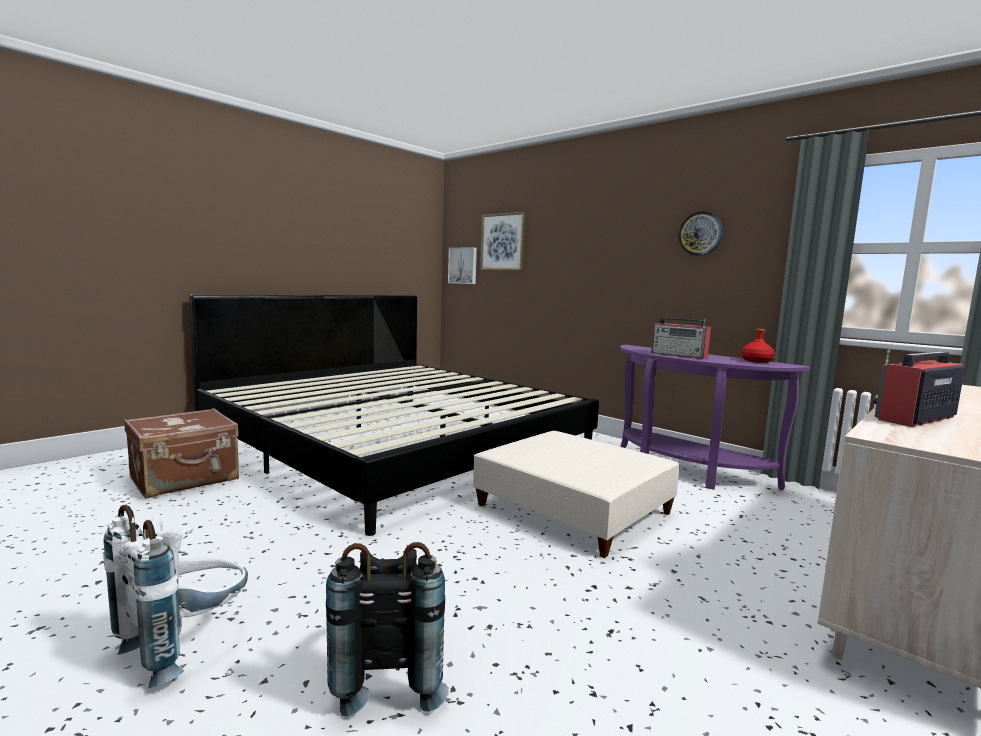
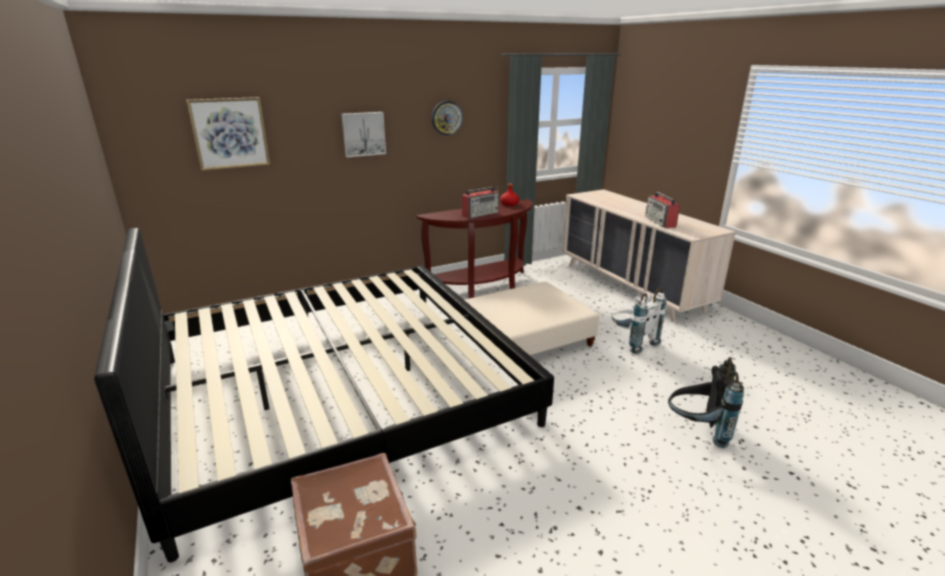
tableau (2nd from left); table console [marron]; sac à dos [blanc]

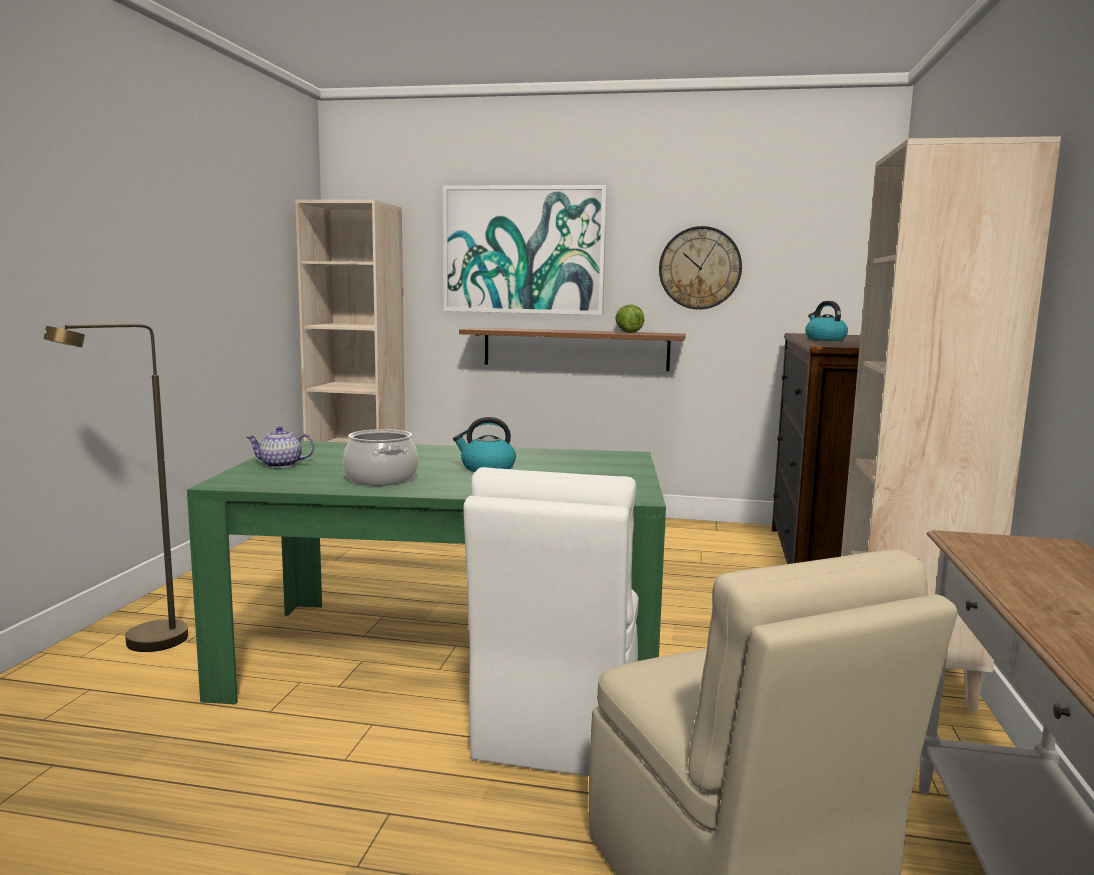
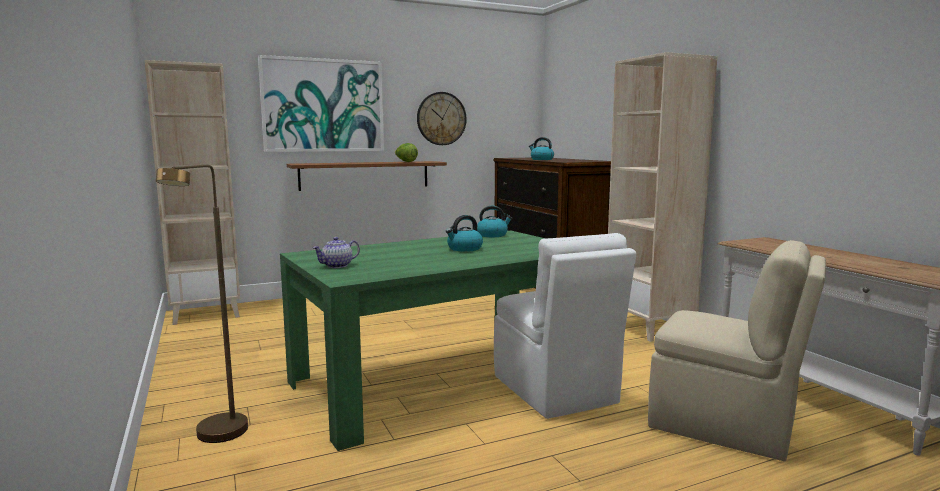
bouilloire (2nd from left); marmite

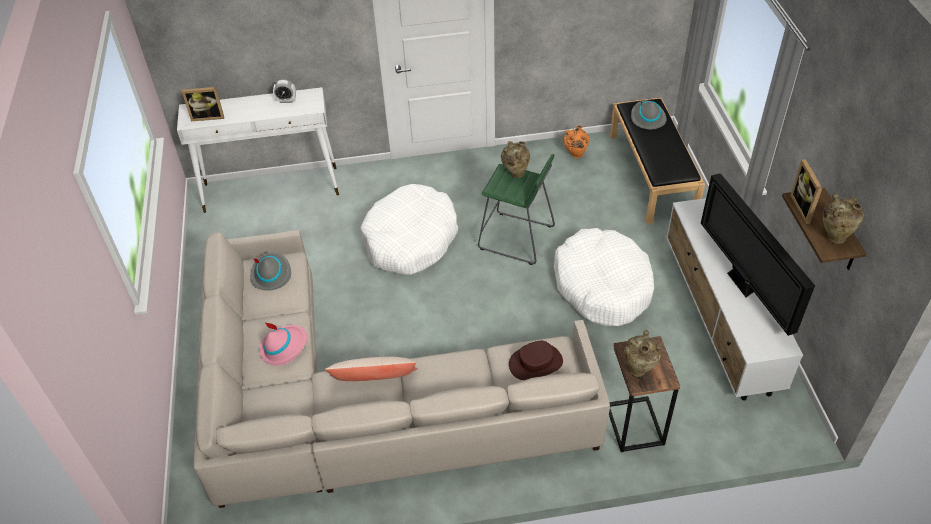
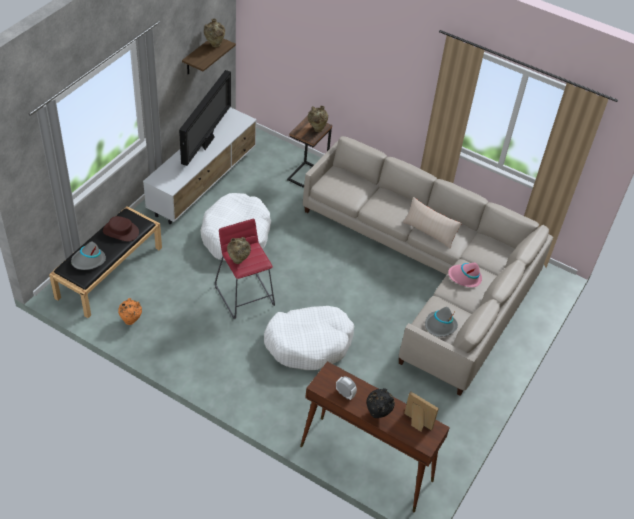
chapeau [marron]; tabouret [rouge]; table console [marron]; vase [noir]; cadre photo (2nd from left in the first image)

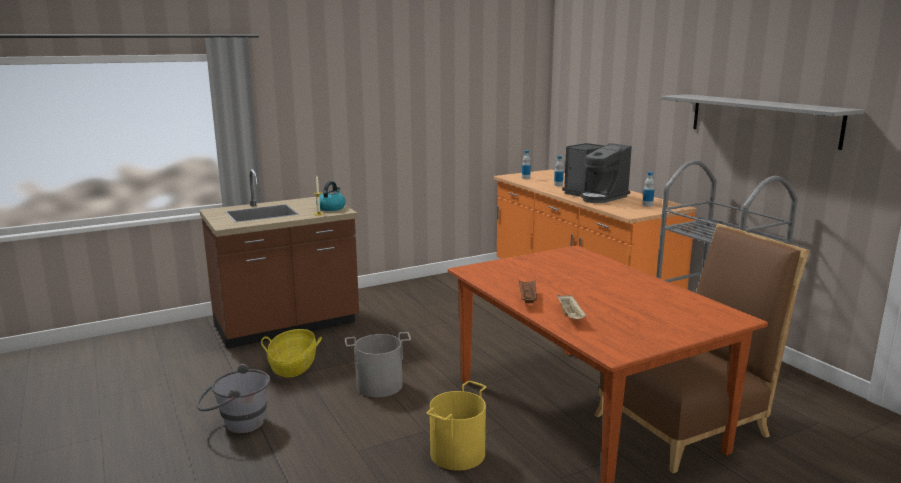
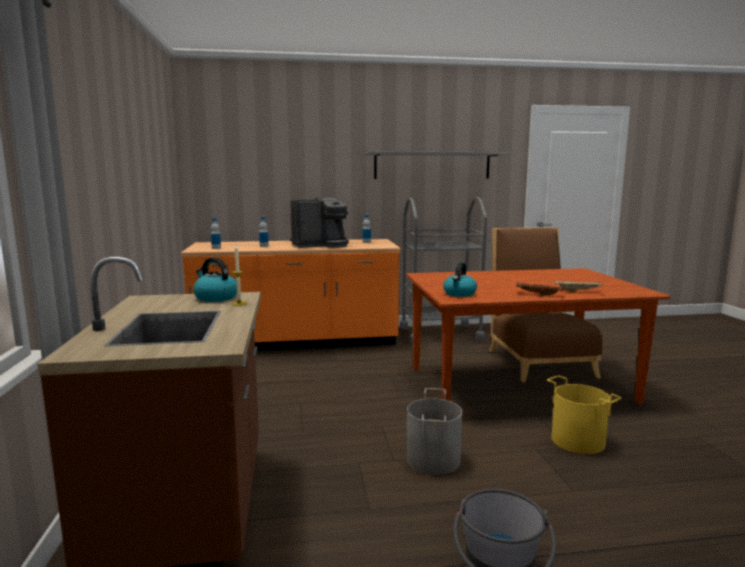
bouilloire (2nd from left); panier

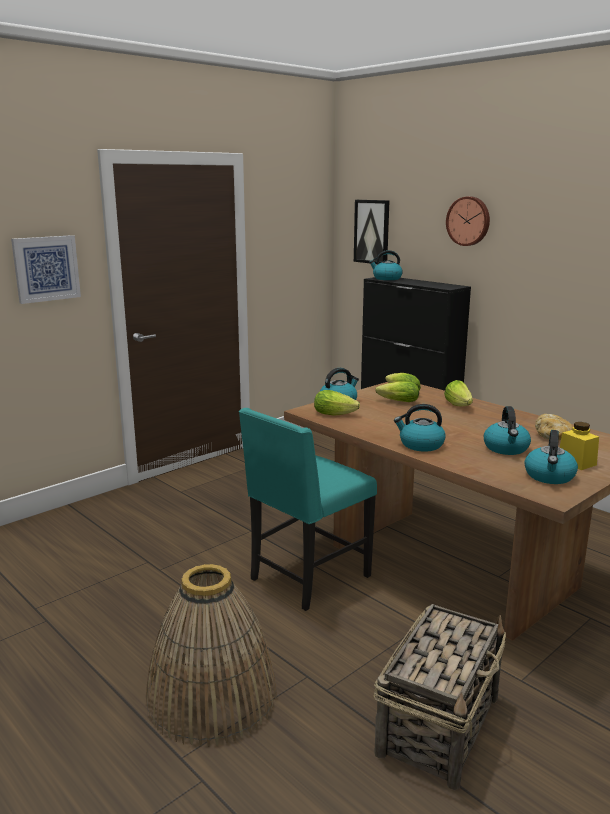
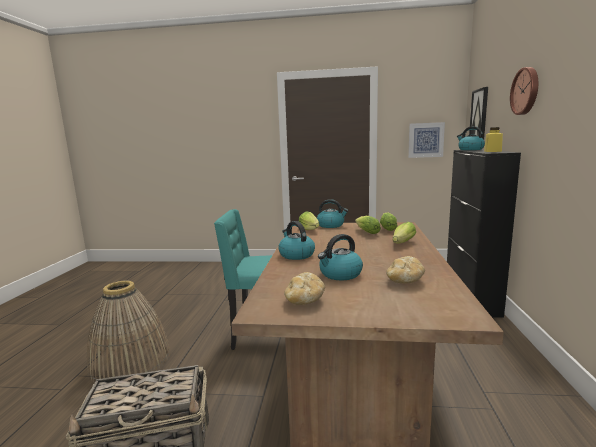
pain (1st from left); tableau (1st from left); bocal [jaune]

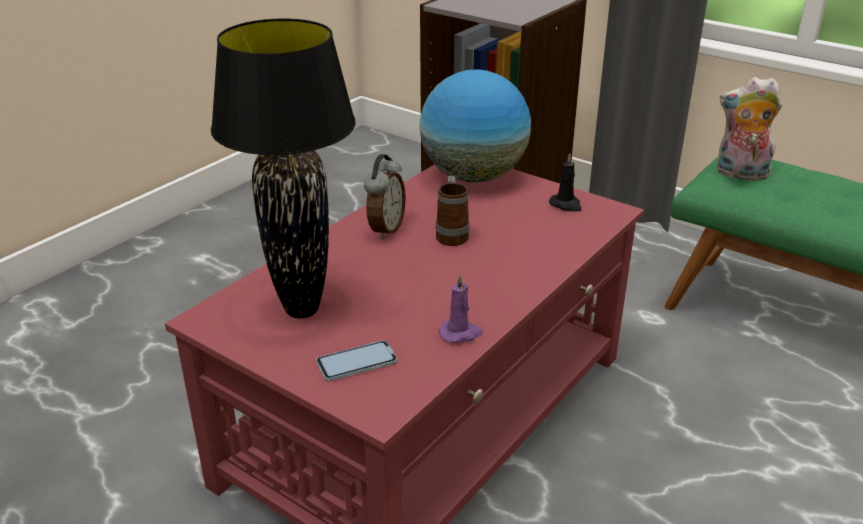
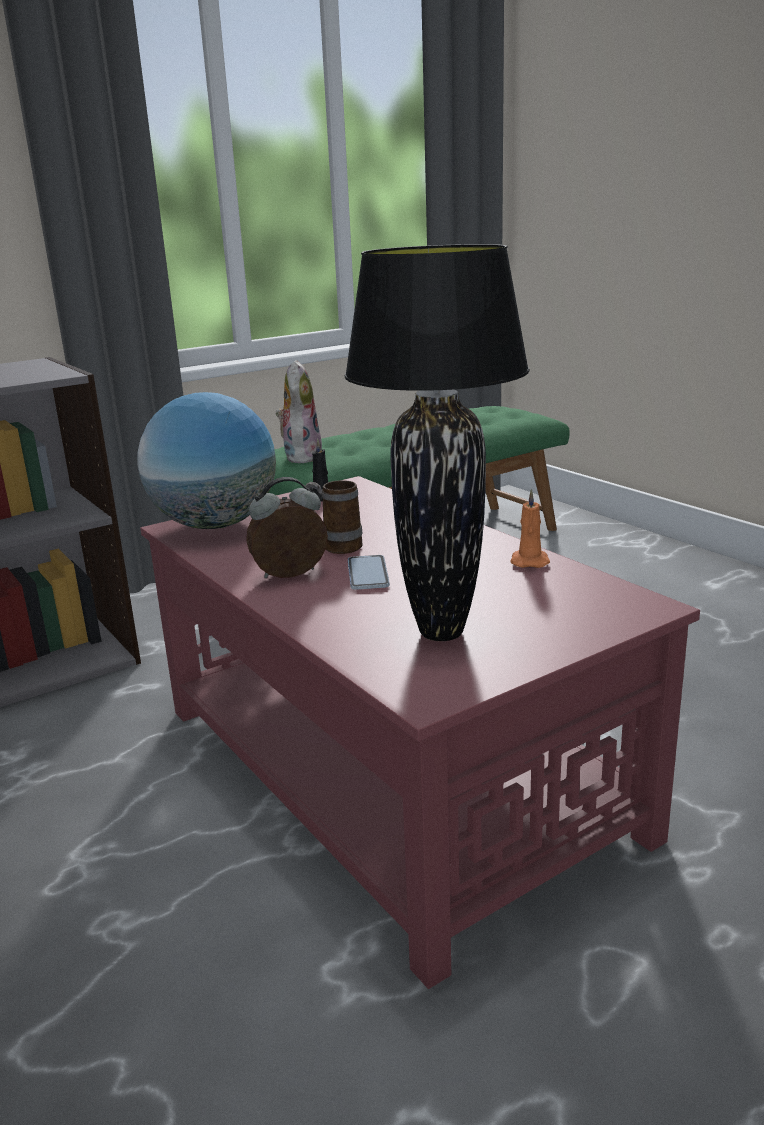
réveil; peluche; téléphone; bougie [orange]

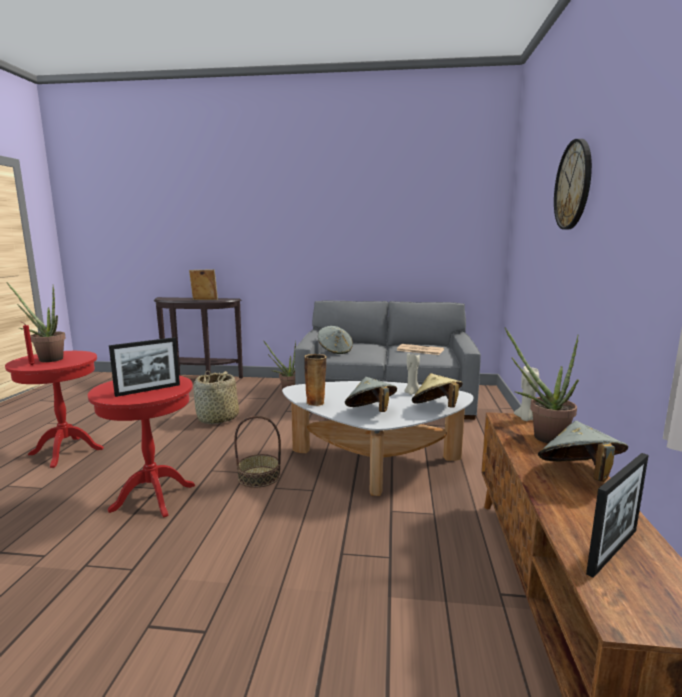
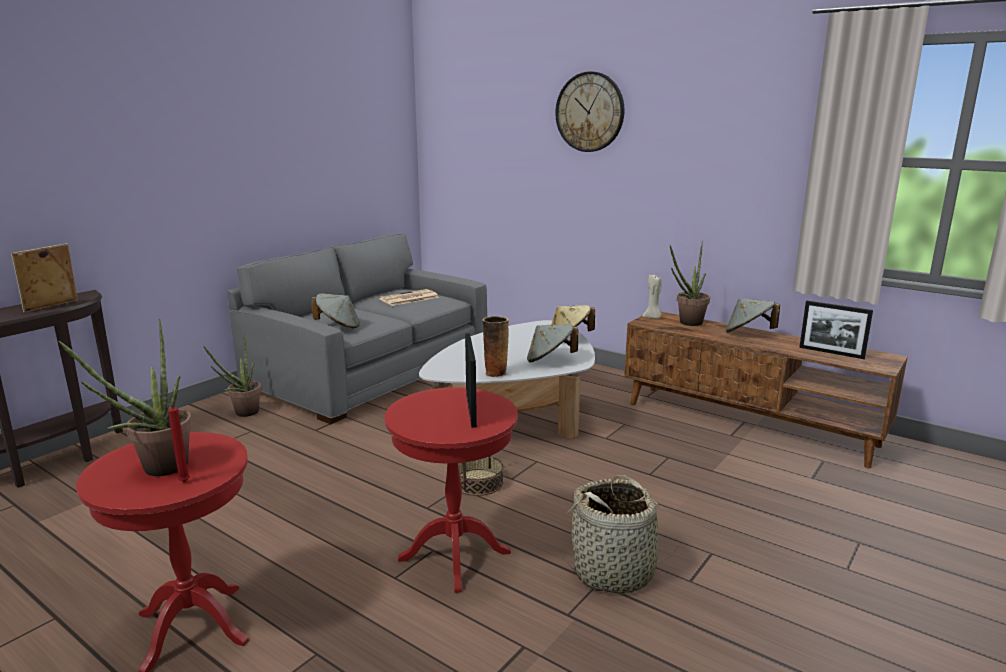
panier (2nd from left); cadre photo (3rd from left); bougie [beige] (1st from left in the first image)

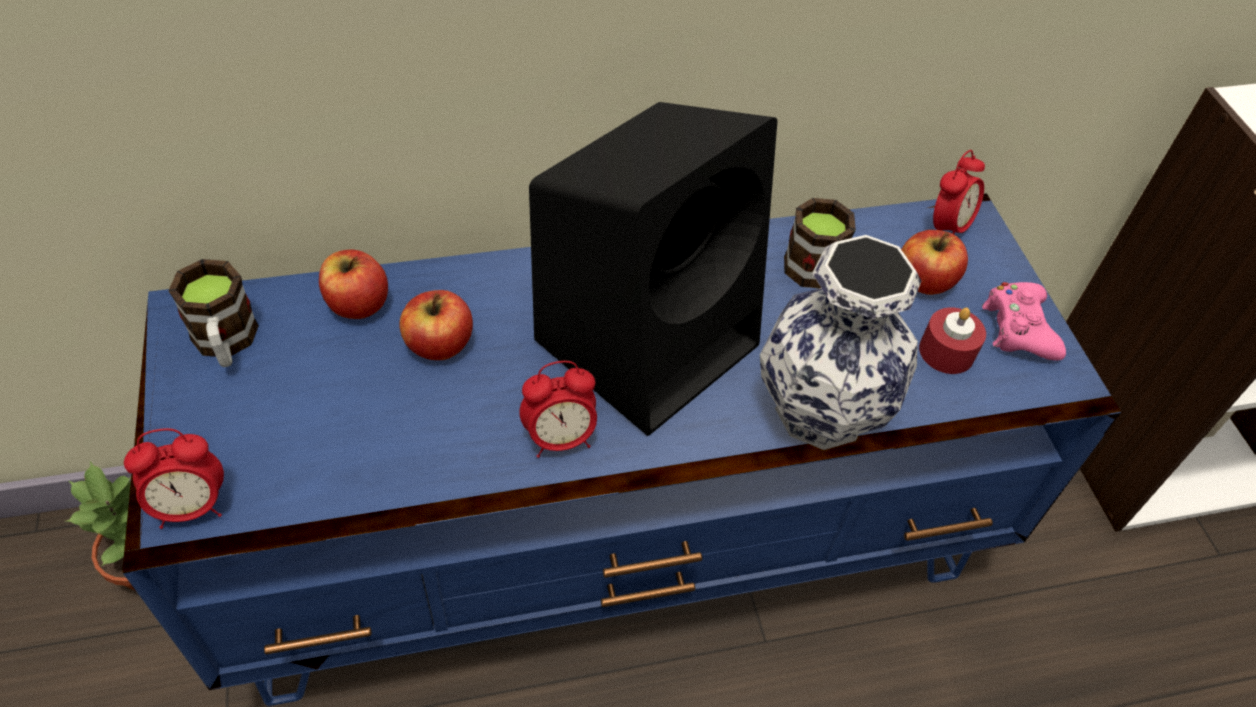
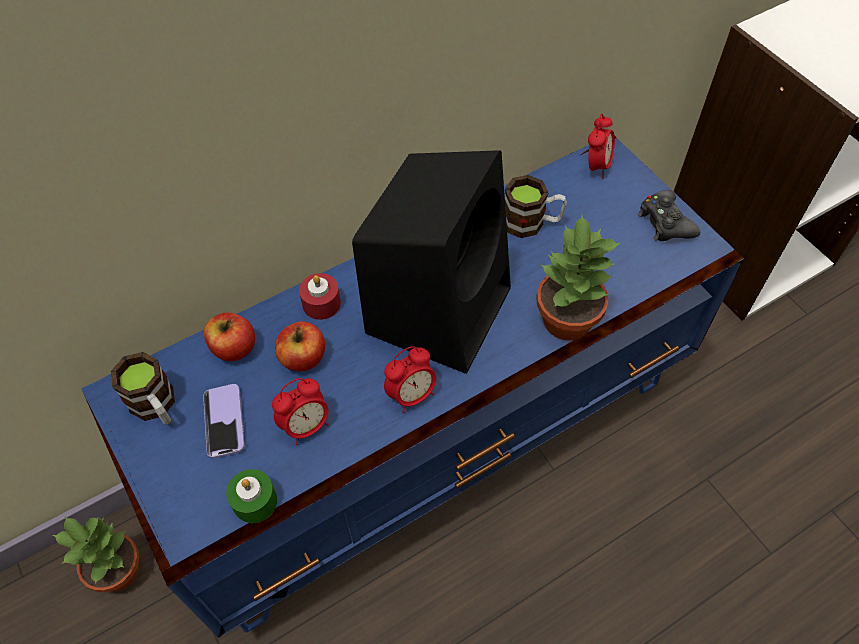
téléphone; bougie [vert]; réveil (1st from left); bougie [rouge]; plante en pot (2nd from left); manette [noir]; pomme (3rd from left in the first image)

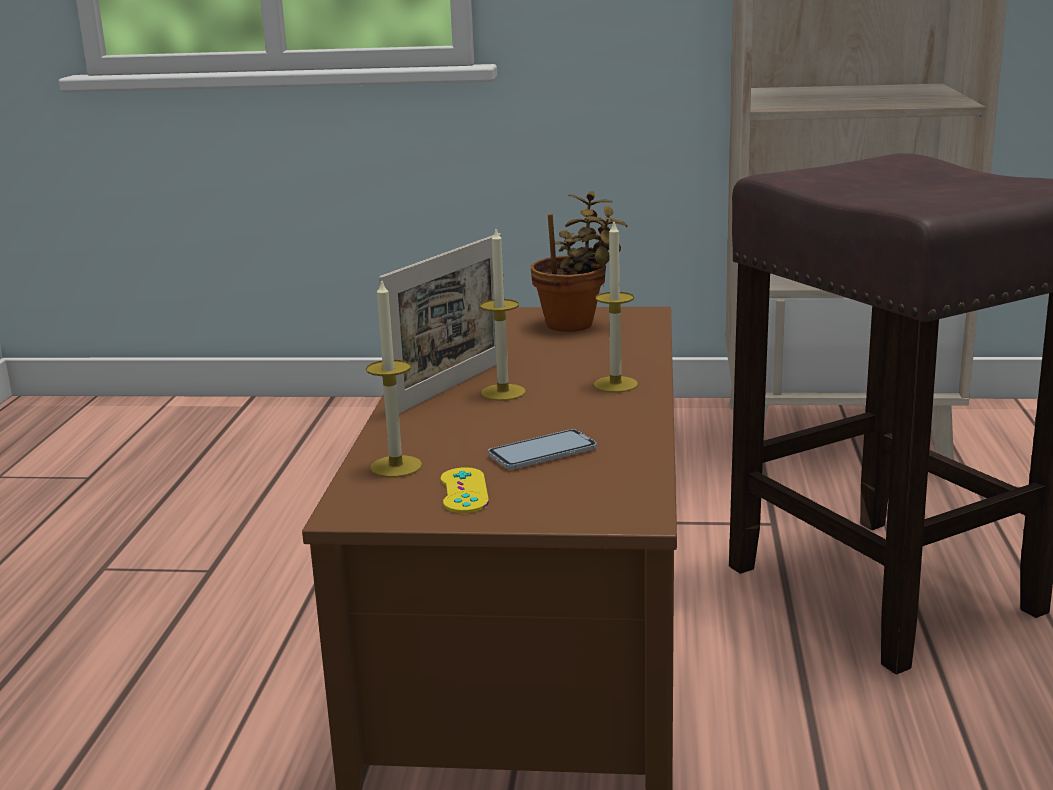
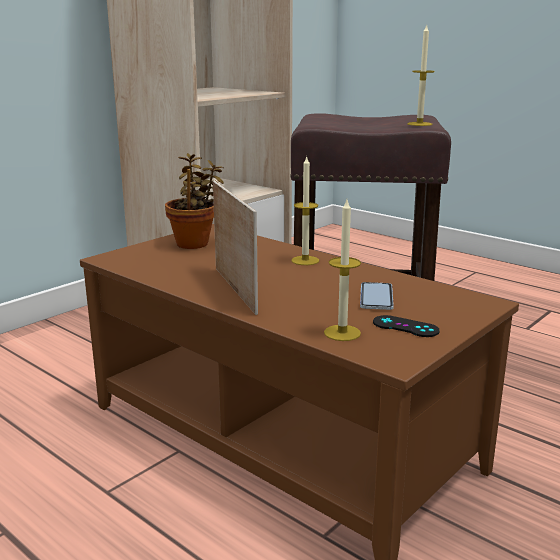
manette [noir]; bougie (3rd from left)

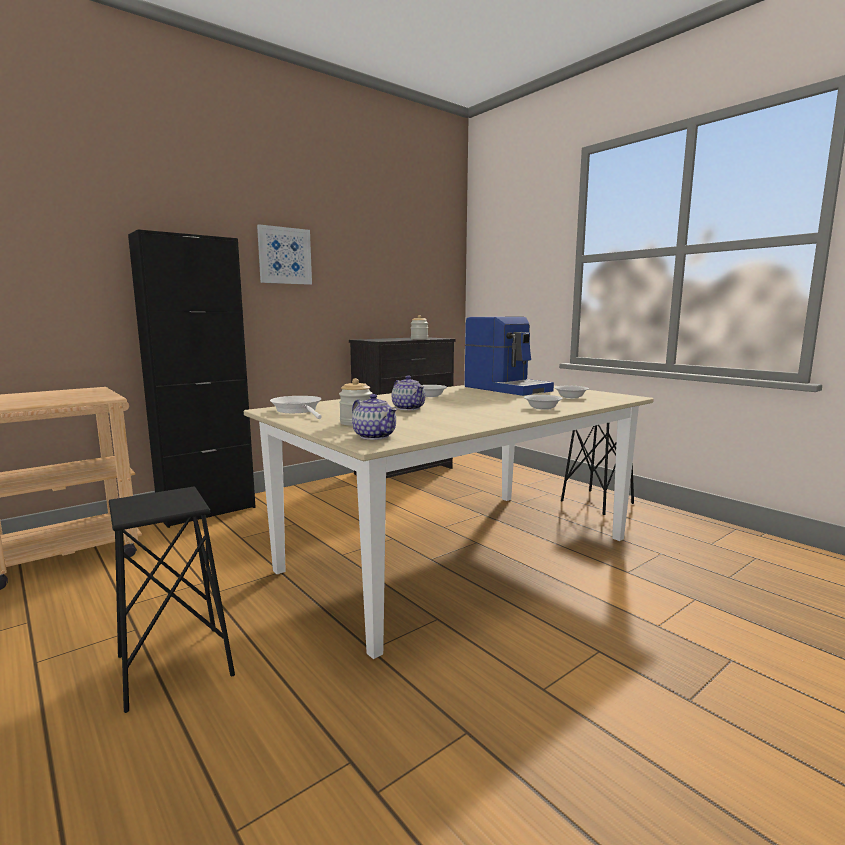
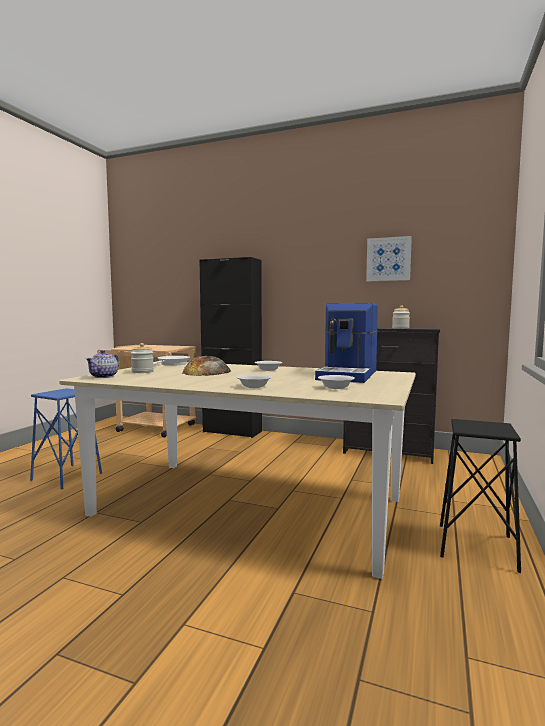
tabouret [bleu]; pain; tableau

